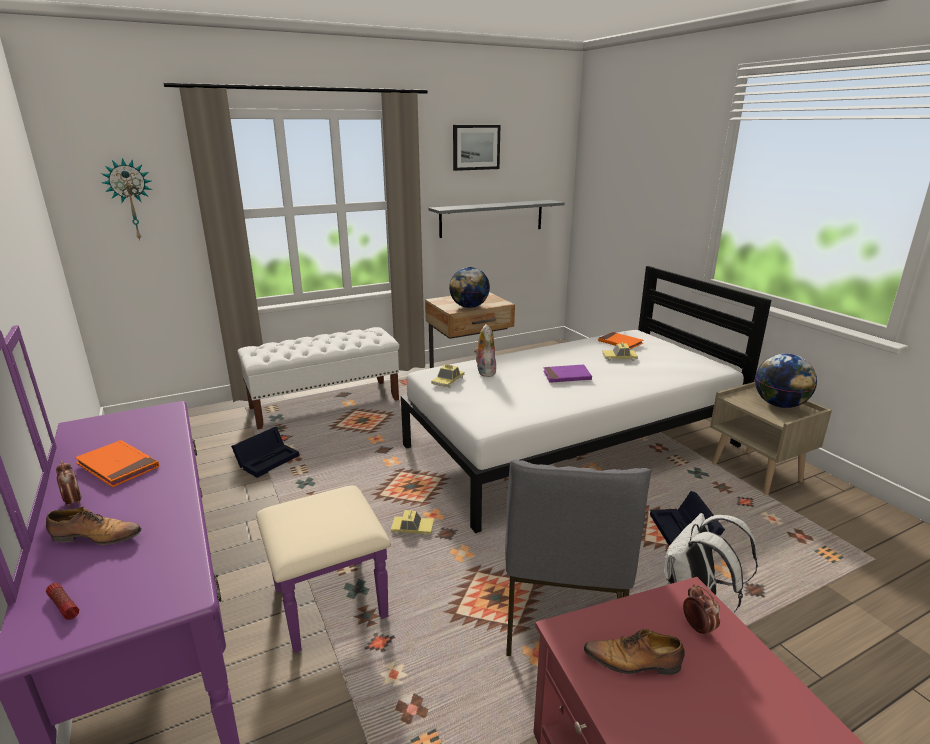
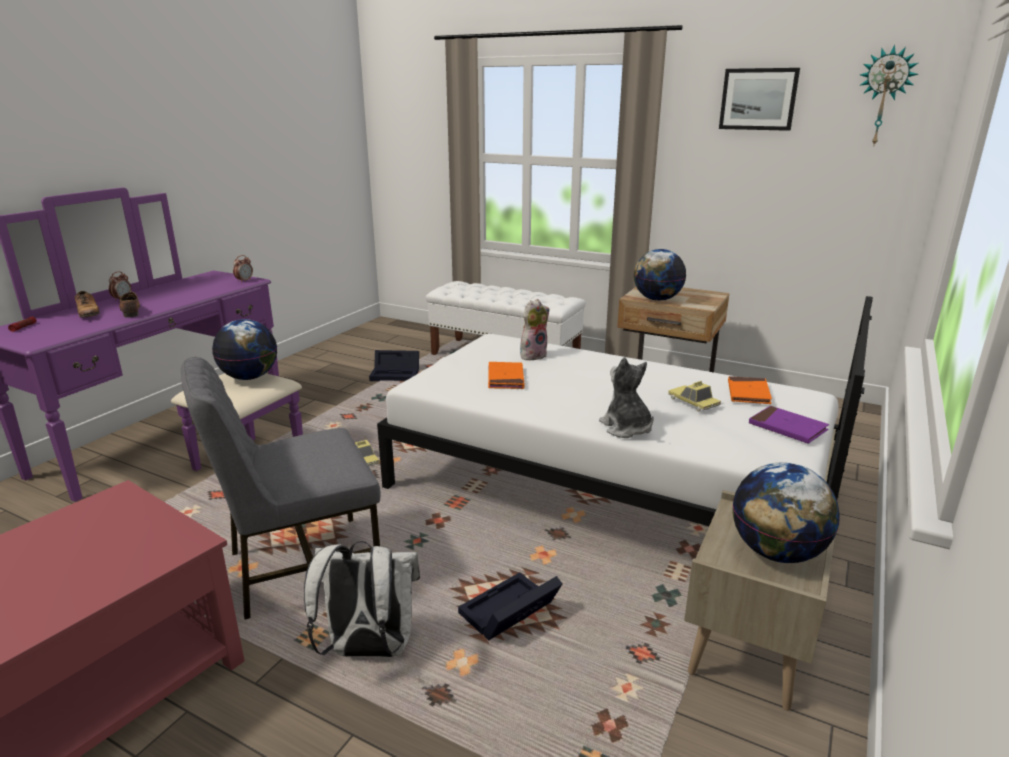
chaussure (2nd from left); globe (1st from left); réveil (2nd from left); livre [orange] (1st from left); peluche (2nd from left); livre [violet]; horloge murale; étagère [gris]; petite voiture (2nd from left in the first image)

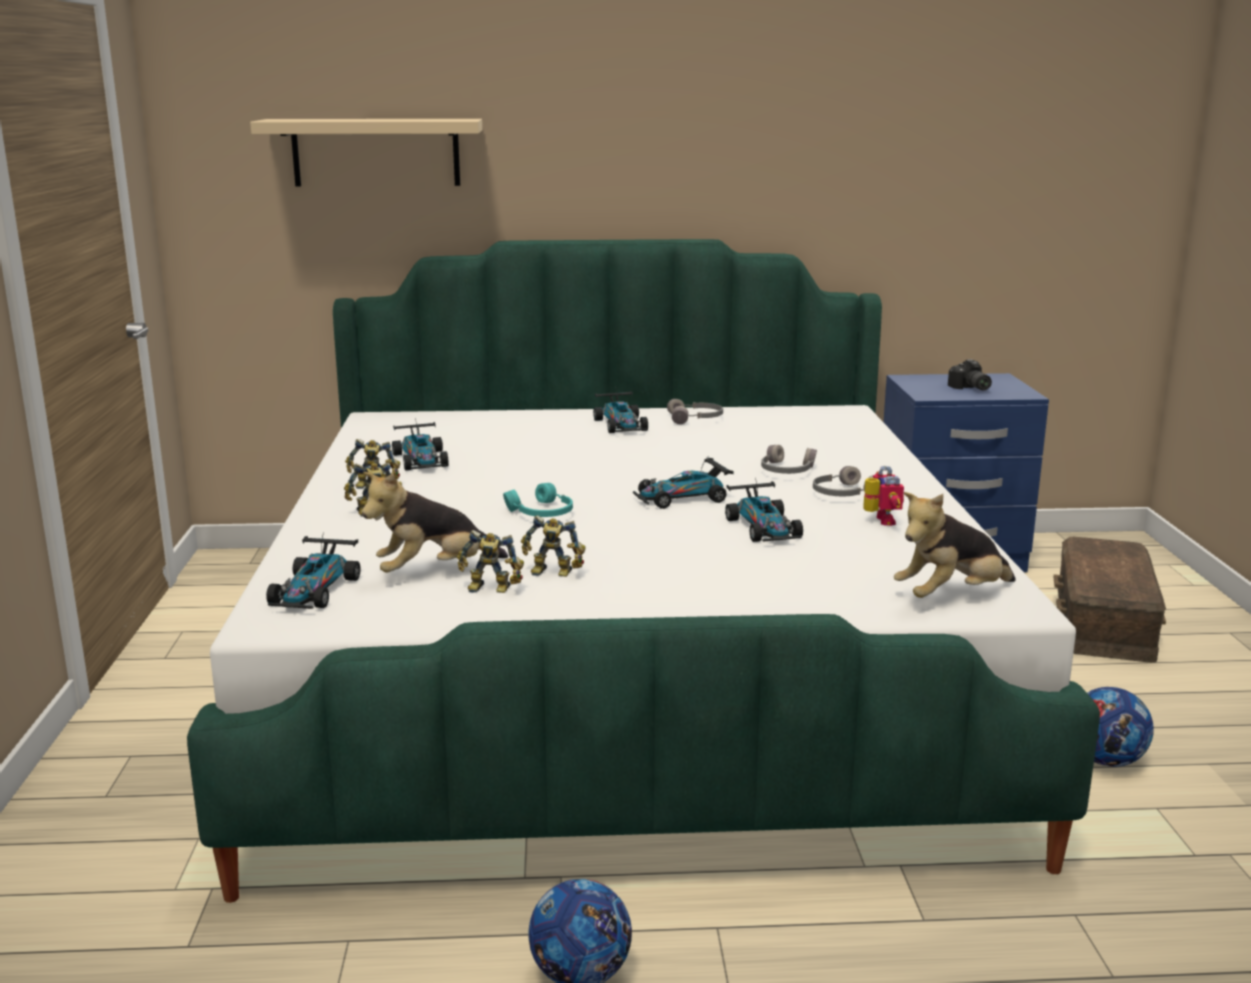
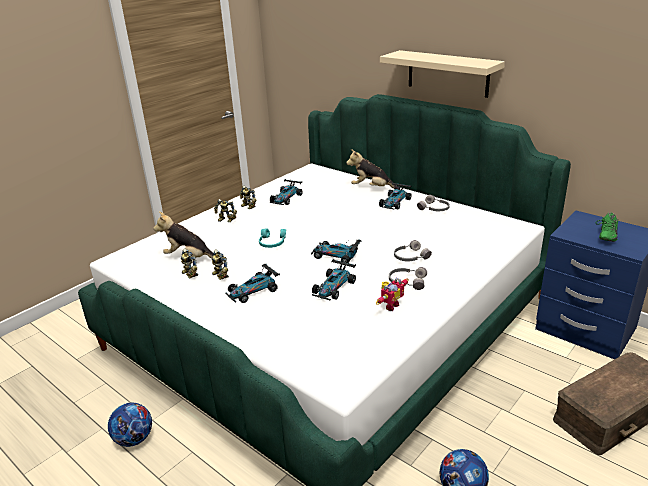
petite voiture (1st from left); peluche (2nd from left); étagère [beige]; chaussure [vert]

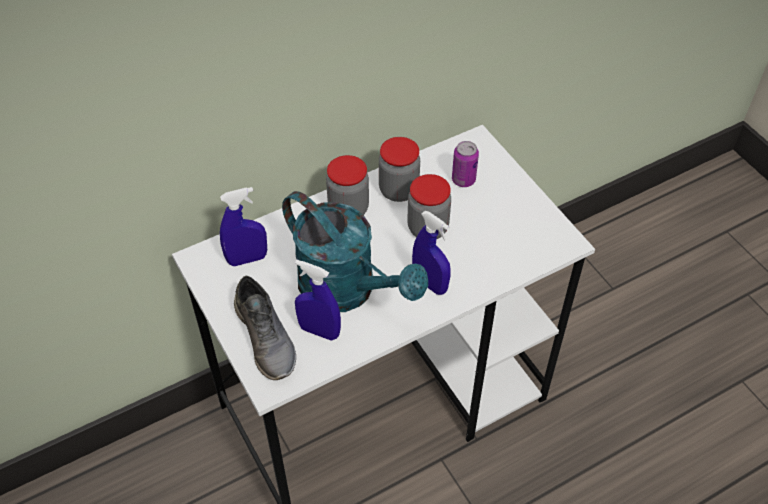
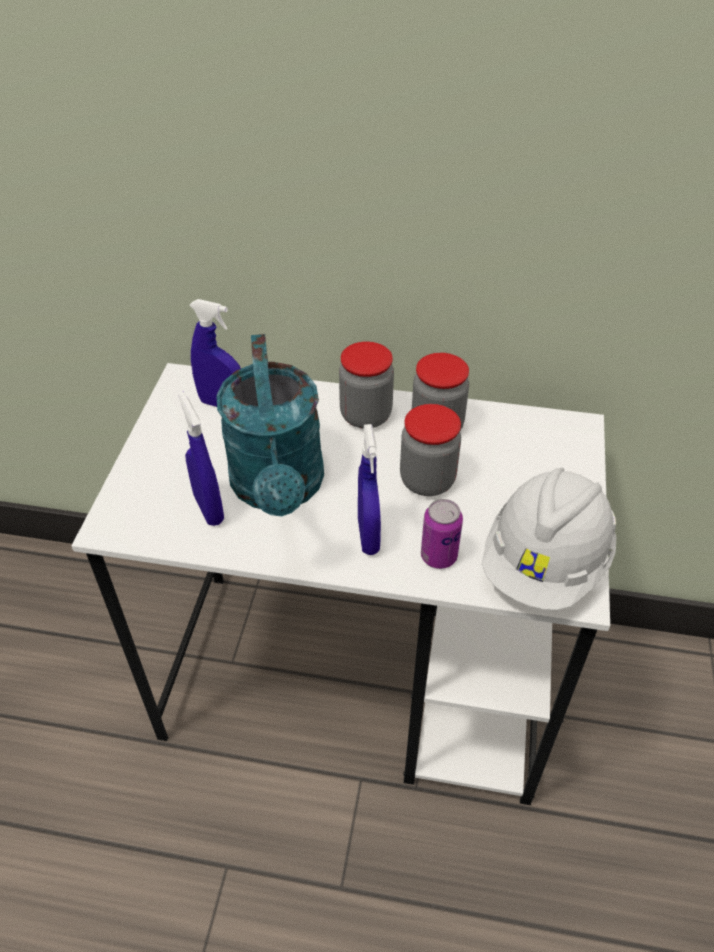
boîte métallique; casque de chantier [blanc]; chaussure [gris]

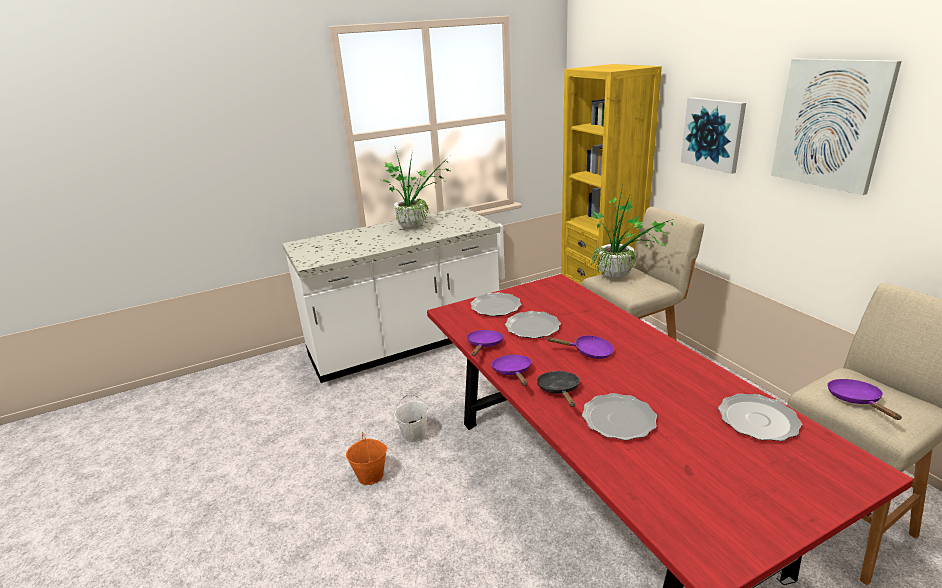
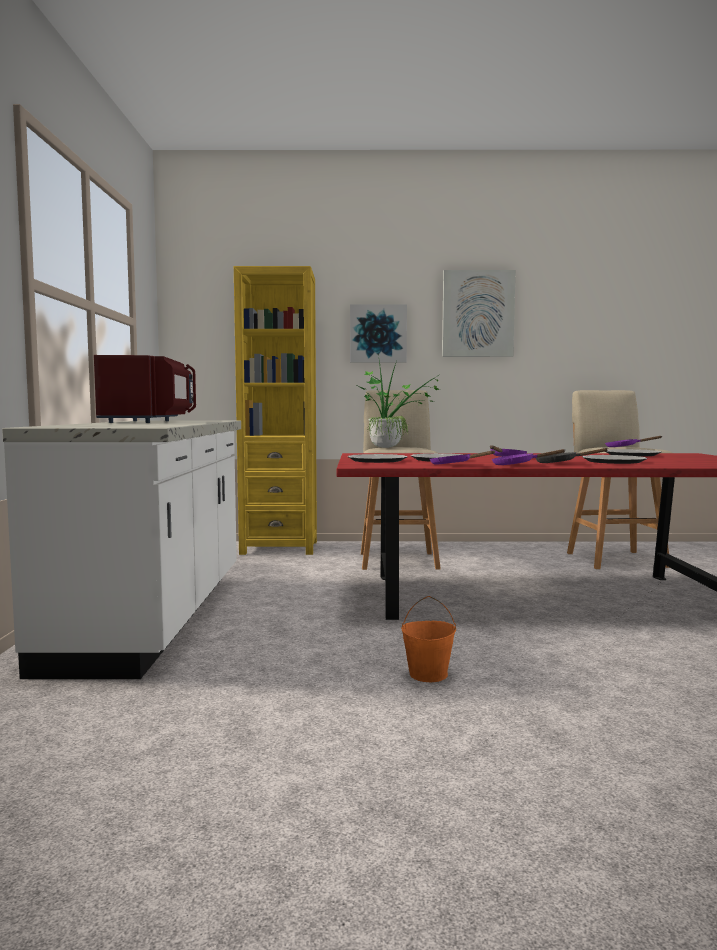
micro-ondes [rouge]; seau [blanc]

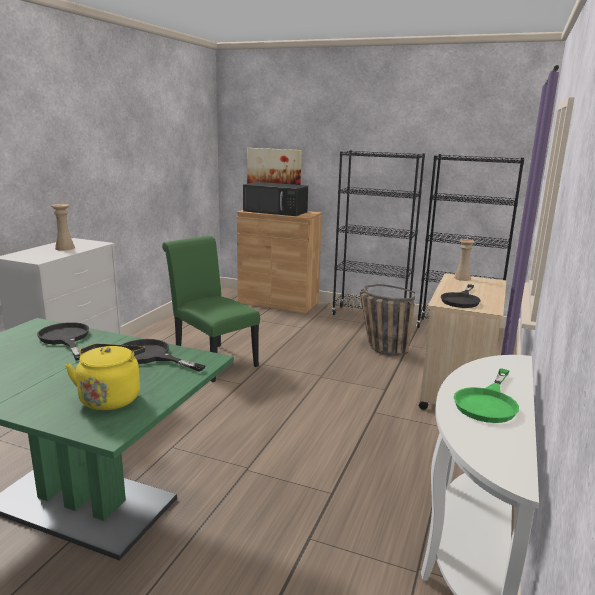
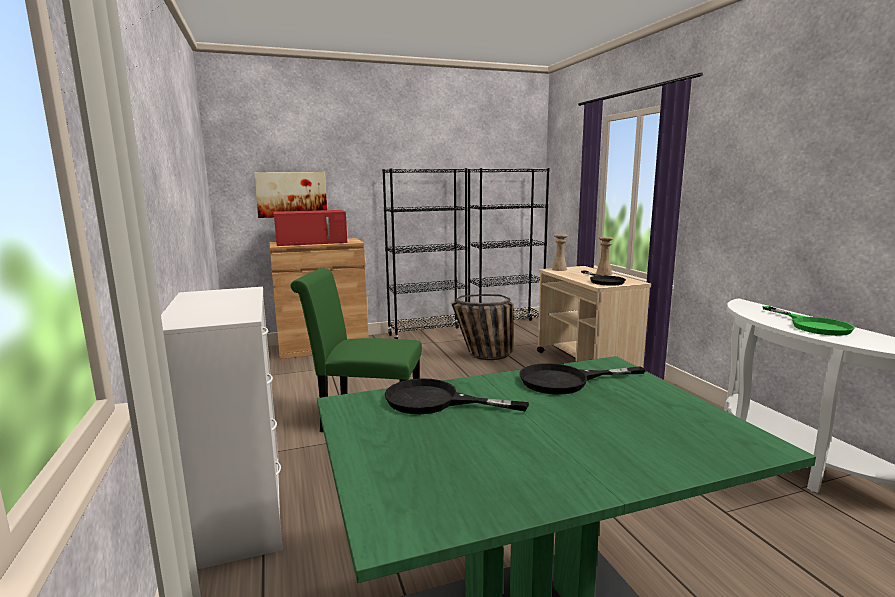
micro-ondes [rouge]; vase [beige] (2nd from left); bouilloire [jaune]

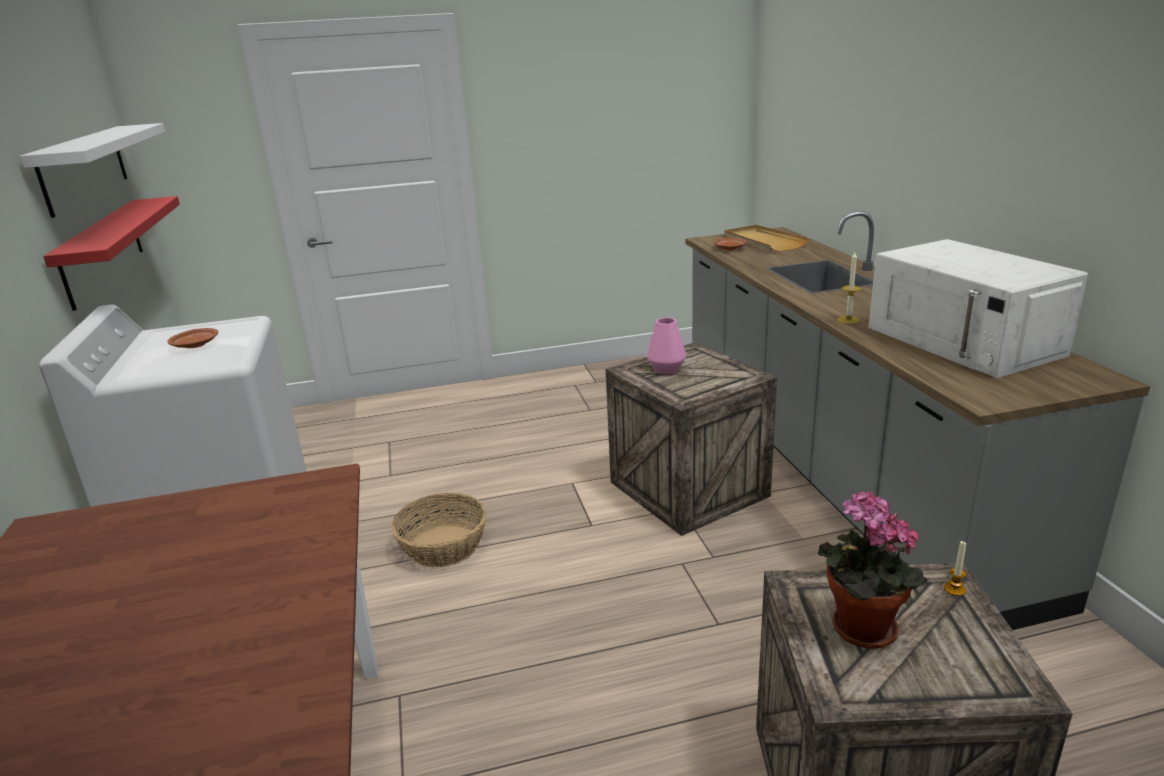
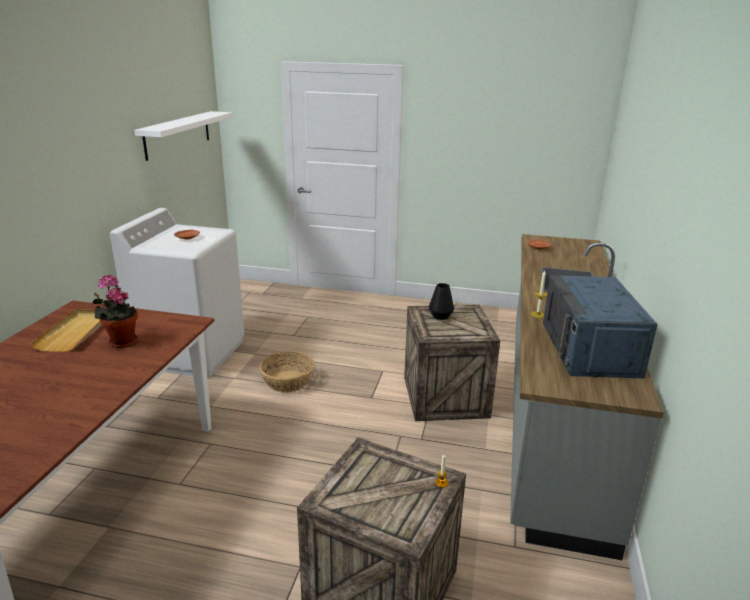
plateau [beige]; plante en pot; vase [noir]; micro-ondes [bleu]; étagère [rouge]

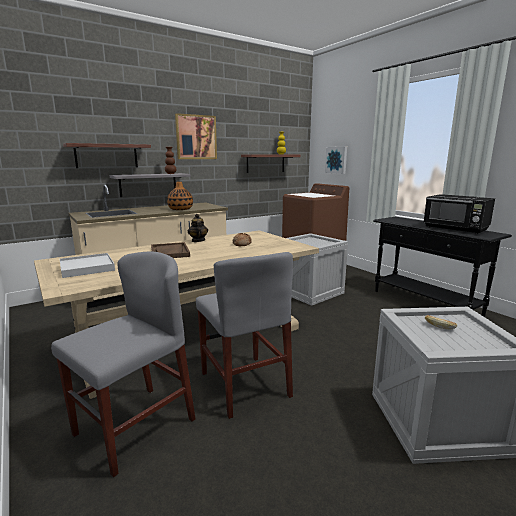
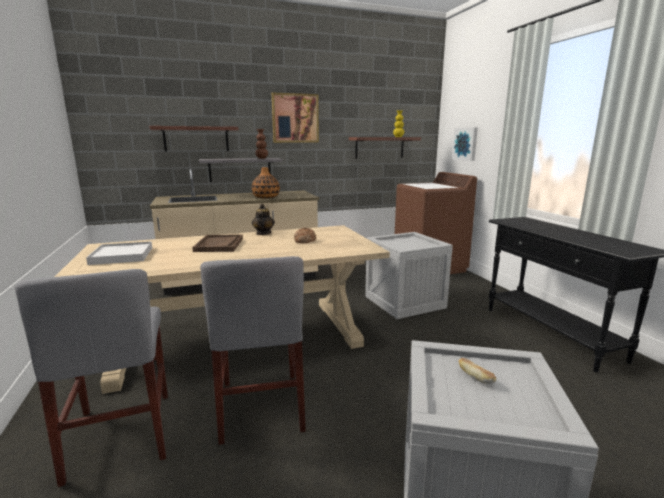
chaise [gris] (1st from left); micro-ondes [noir]

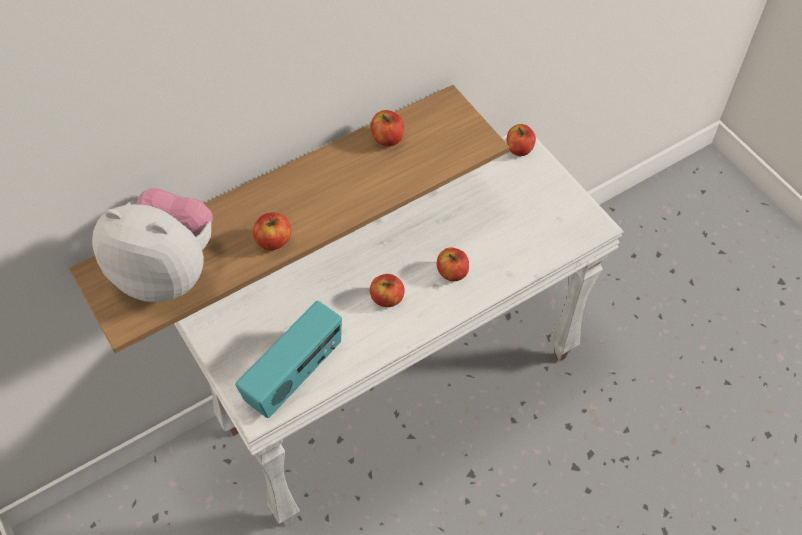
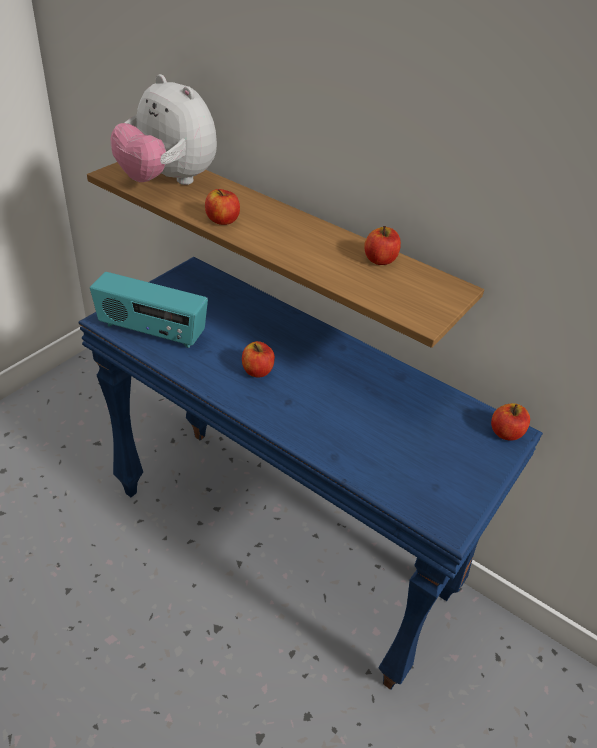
table console [bleu]; peluche; pomme (4th from left in the first image)

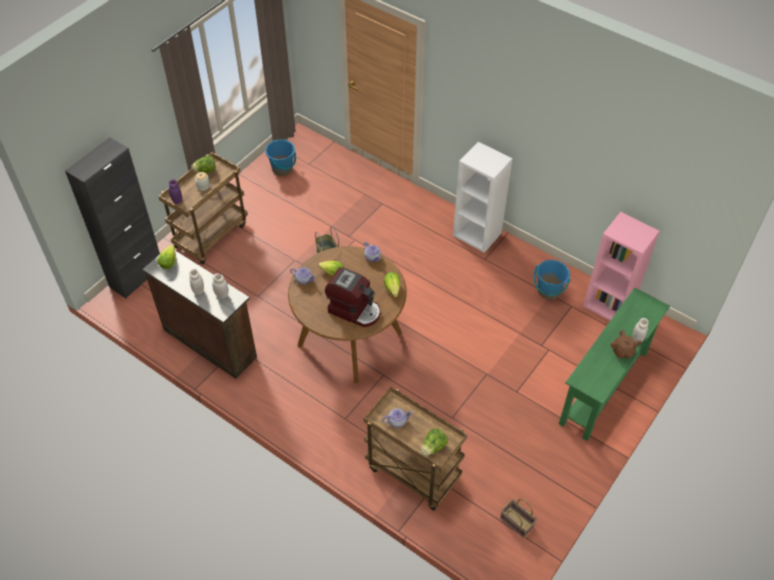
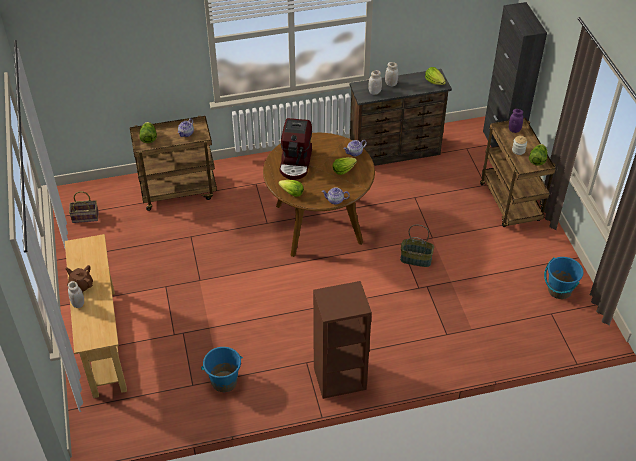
table console [beige]; machine à café; bibliothèque [marron]; bibliothèque [rose]

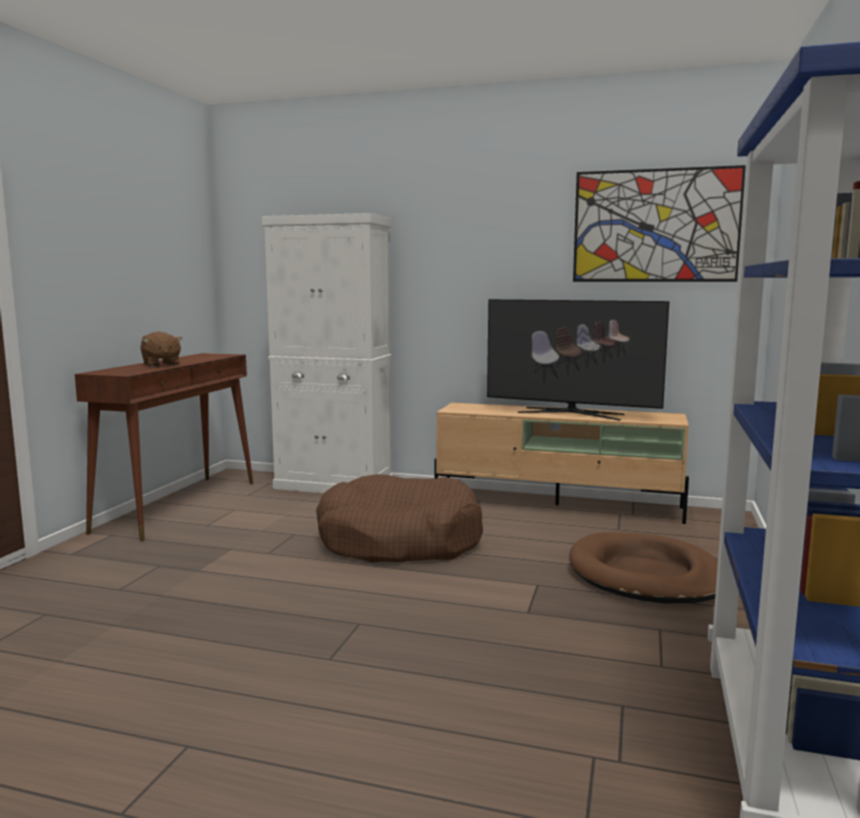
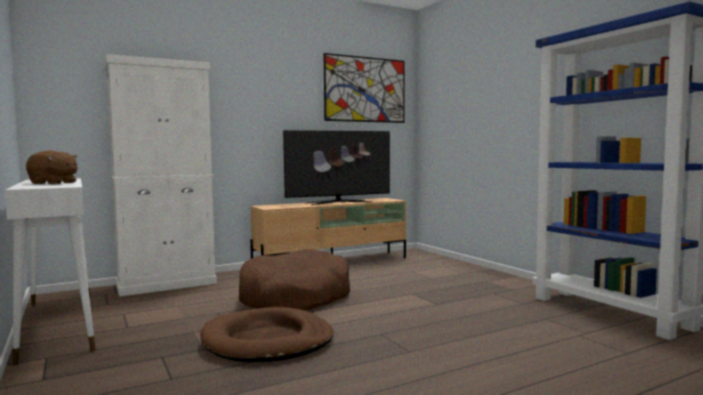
table console [blanc]; panier pour chien [marron] (1st from left)

